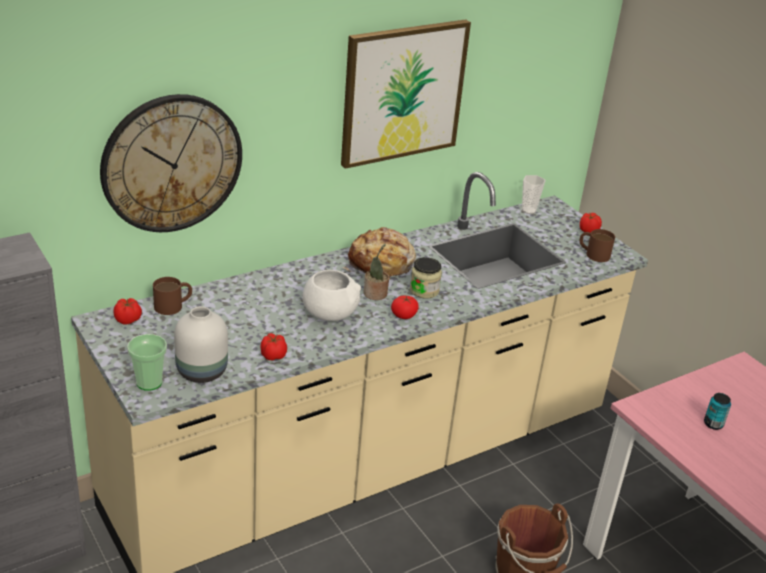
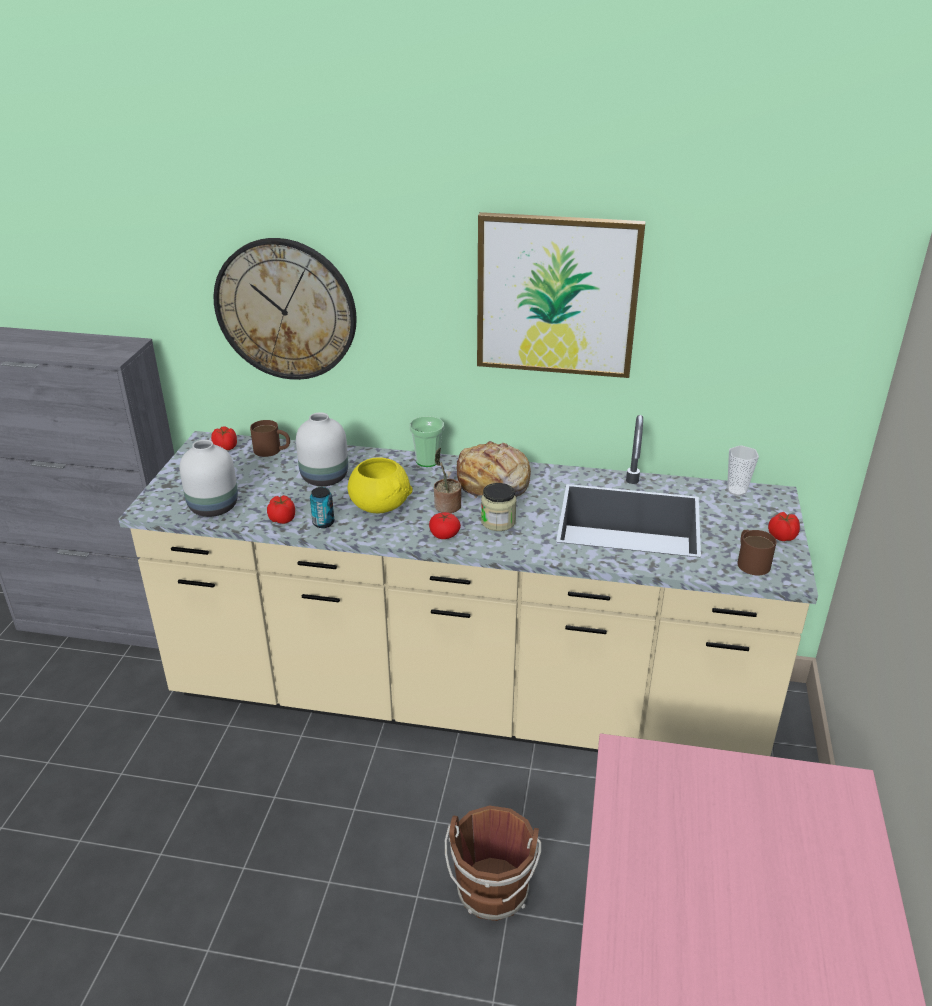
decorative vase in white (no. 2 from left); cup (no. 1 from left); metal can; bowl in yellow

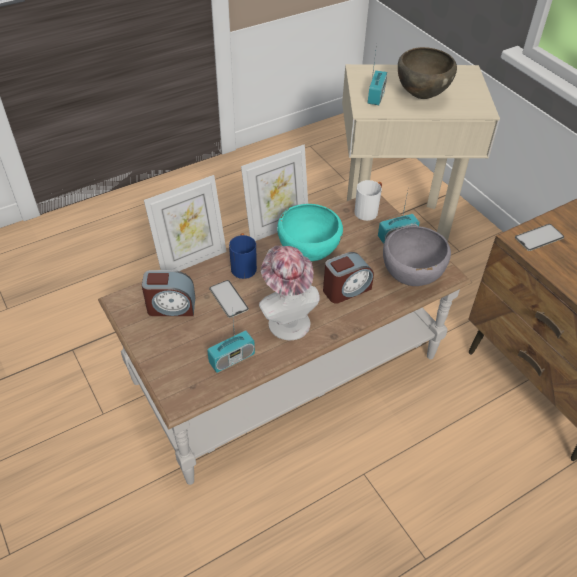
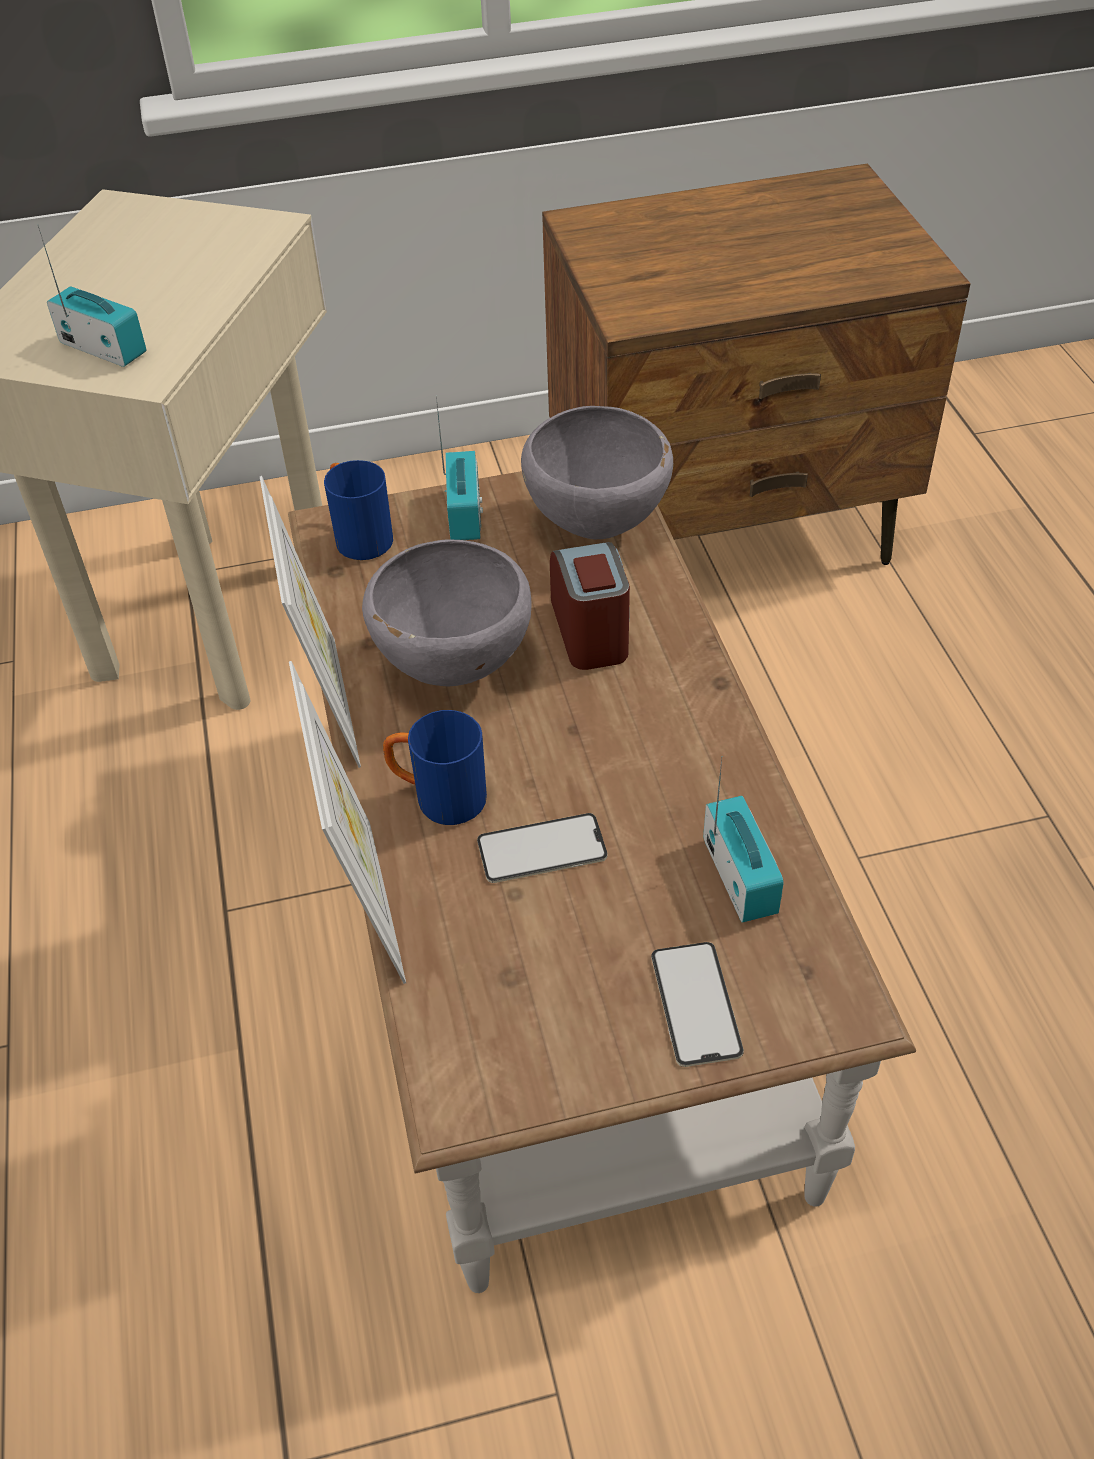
bedside clock (no. 1 from left in the first image); hat; bowl in brown; telephone (no. 2 from left); bowl in gray (no. 1 from left); coffee mug in blue-coloured (no. 1 from left)

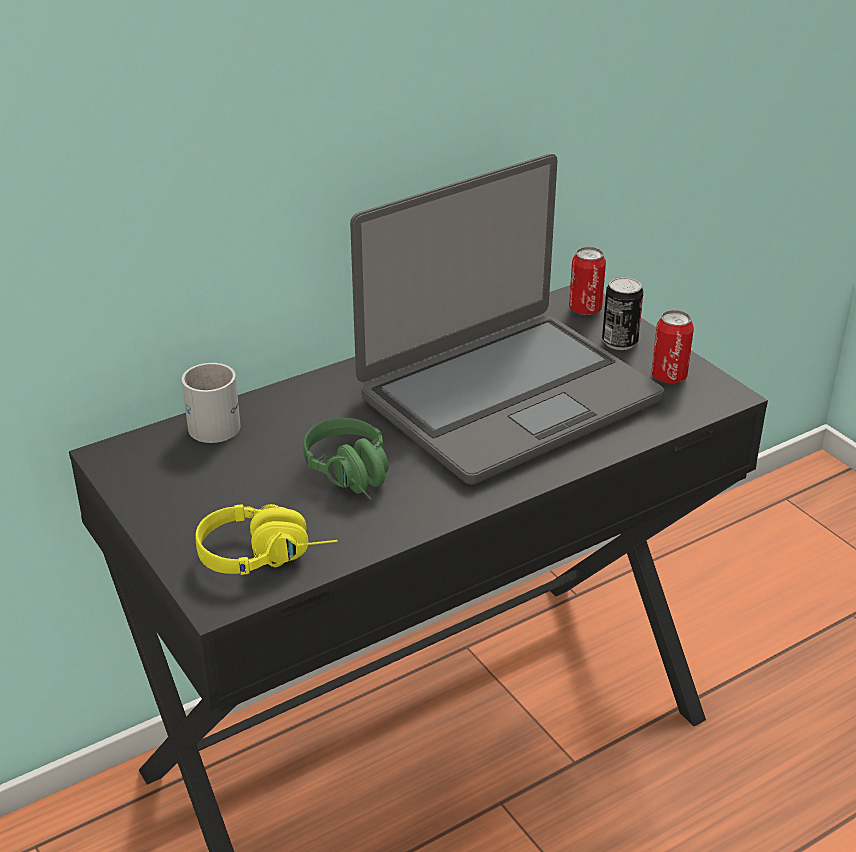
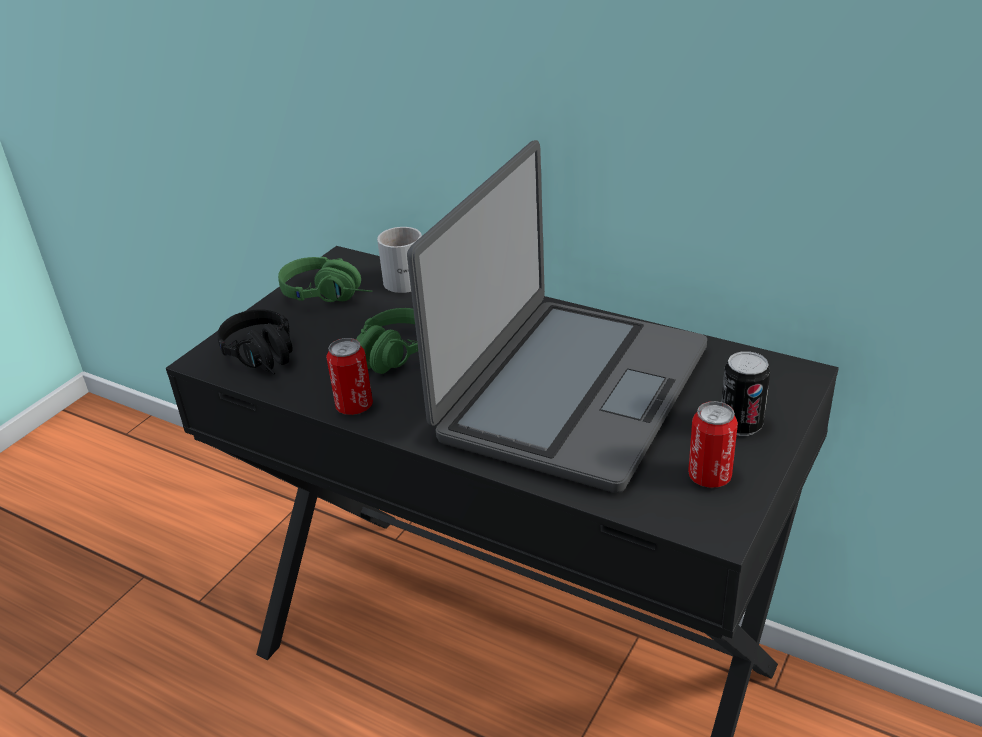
pair of headphones in greenish (no. 1 from left); metal can (no. 1 from left); pair of headphones in black-coloured; portable computer

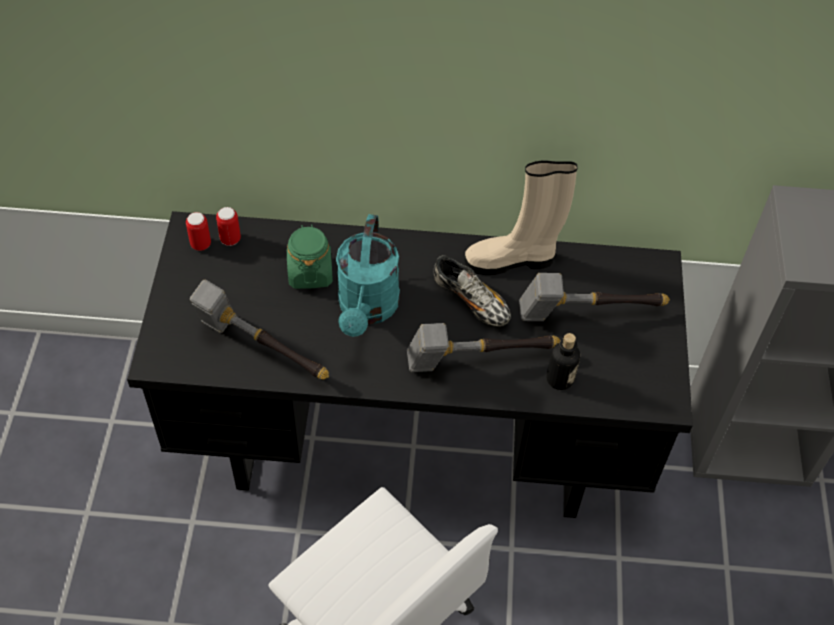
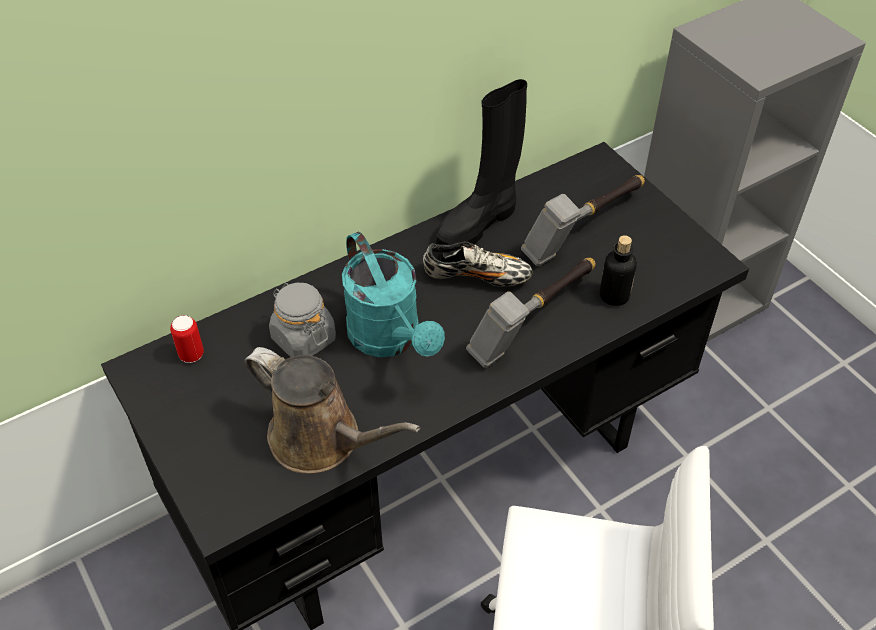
metal can (no. 1 from left in the first image); watering pot in brown; preserve jar in gray; boot in black-coloured

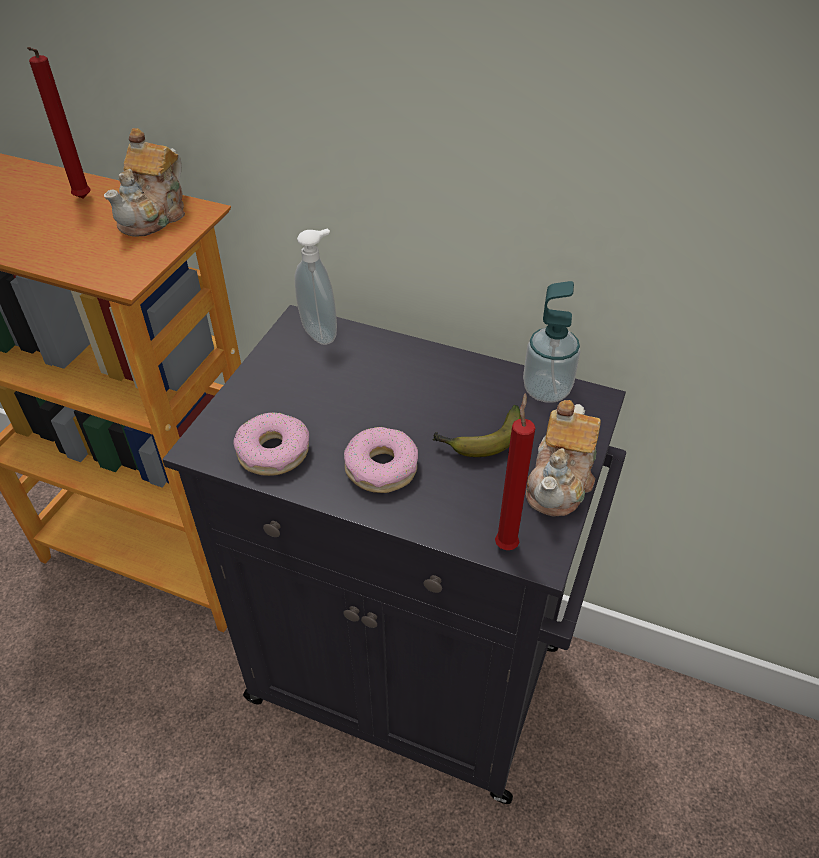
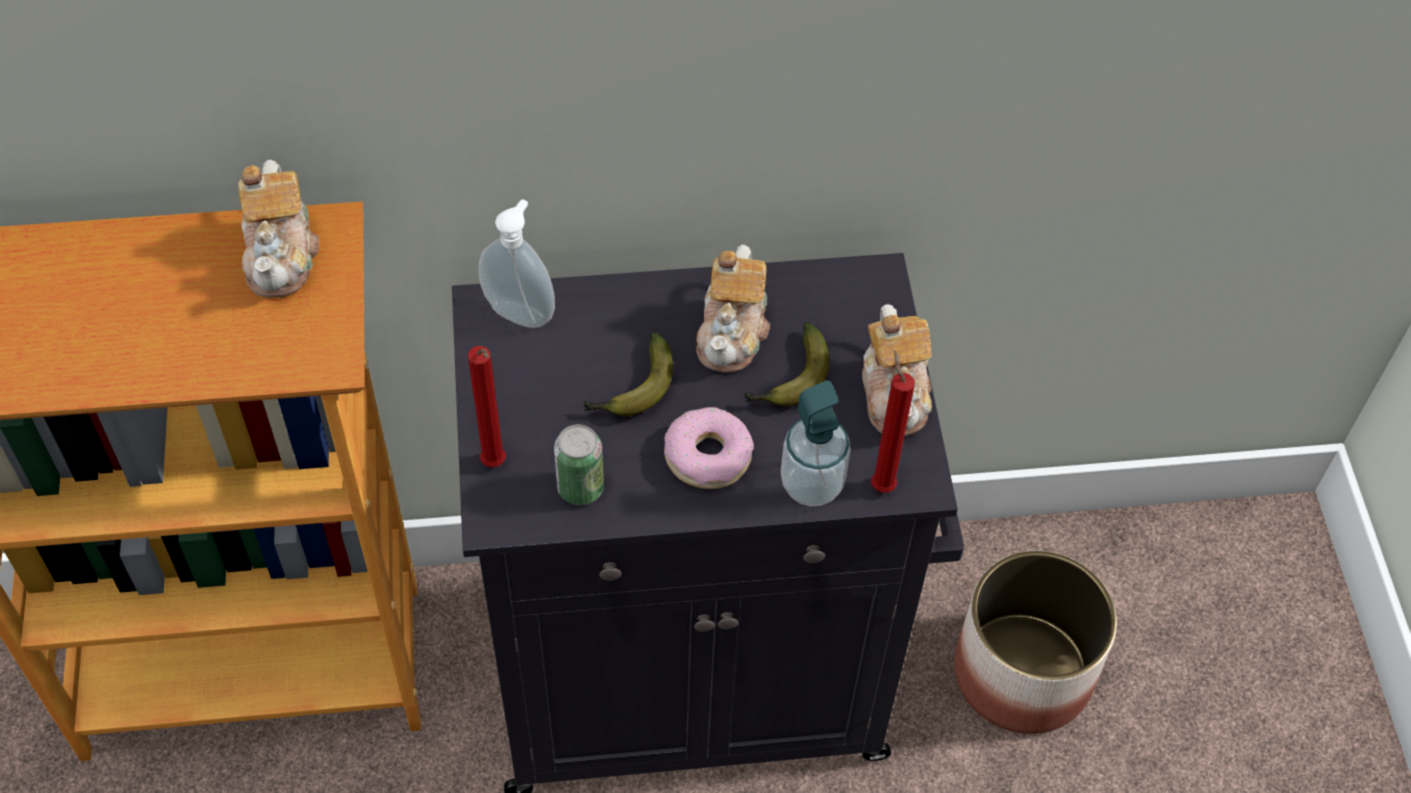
banana (no. 1 from left); pot for tea (no. 2 from left); flower pot; candle in reddish (no. 1 from left); liquid soap bottle (no. 2 from left); metal can

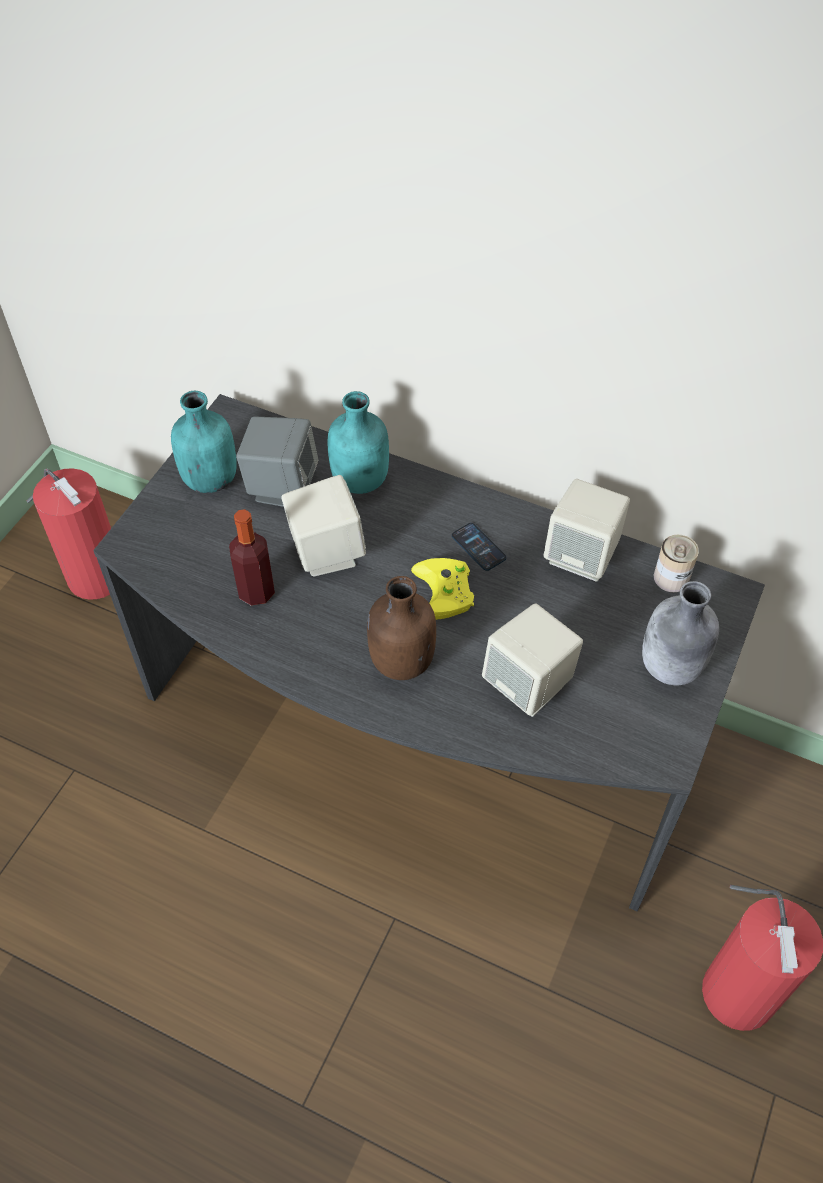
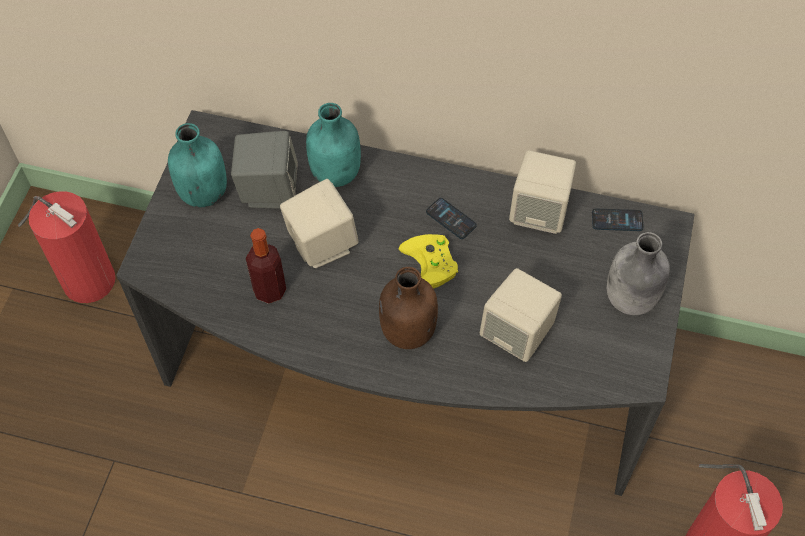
telephone (no. 2 from left)

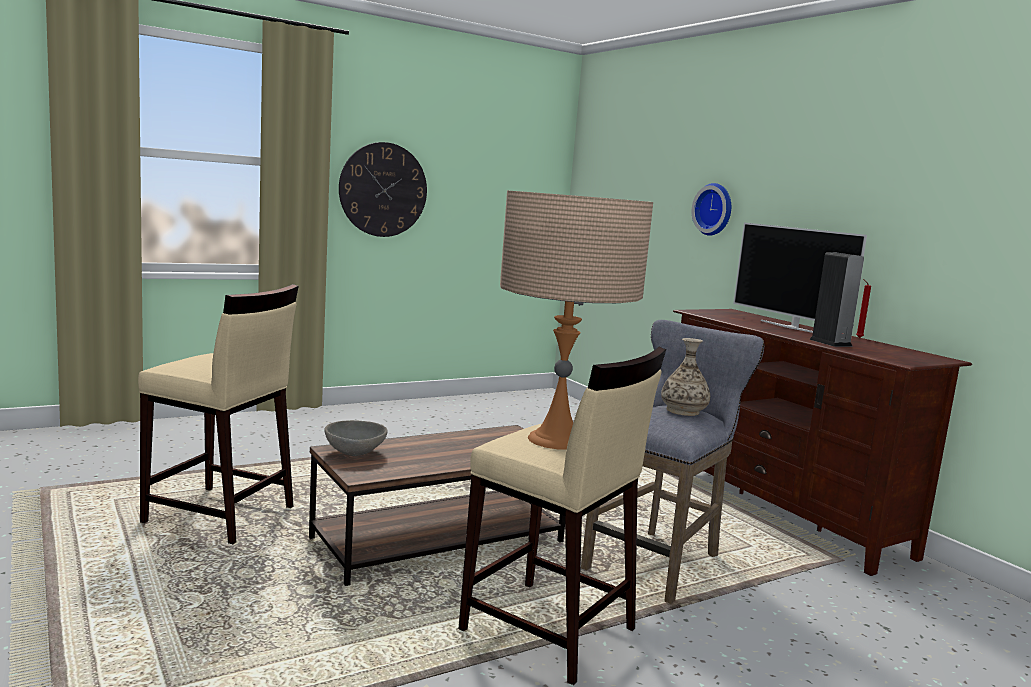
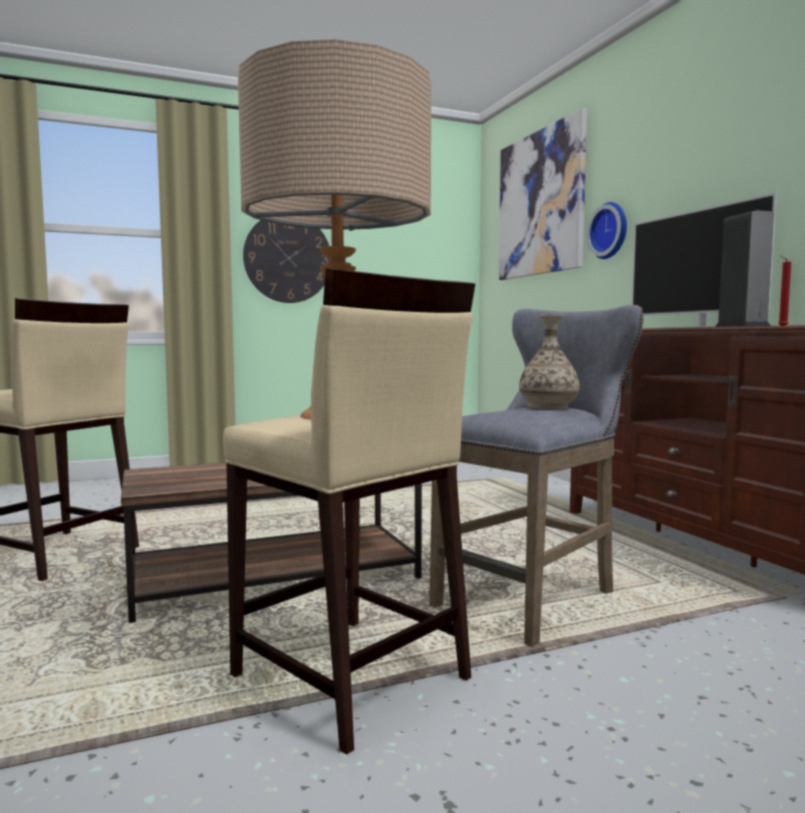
bowl in gray; wall picture

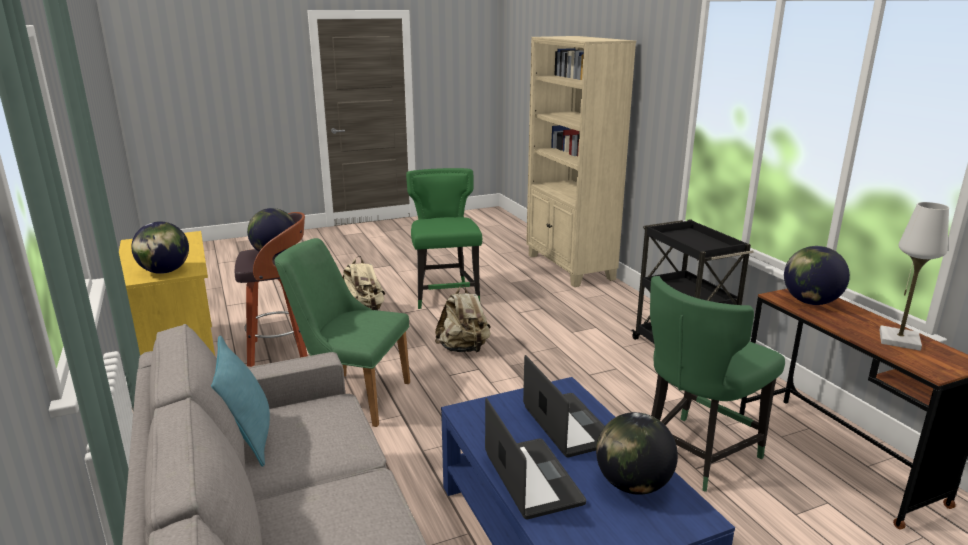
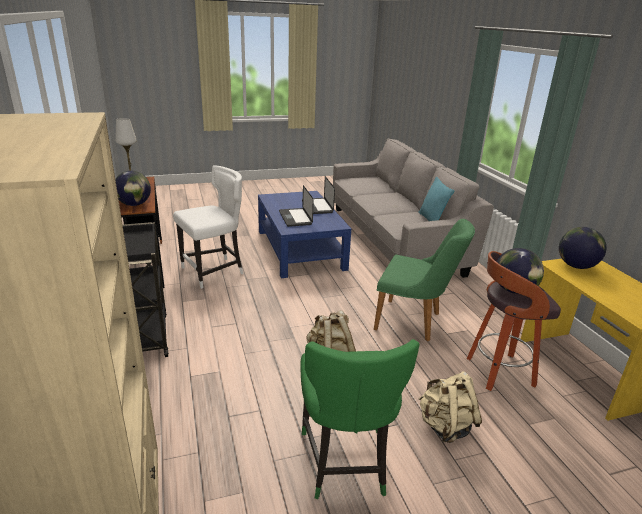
desk globe (no. 3 from left in the first image); plain chair in white

